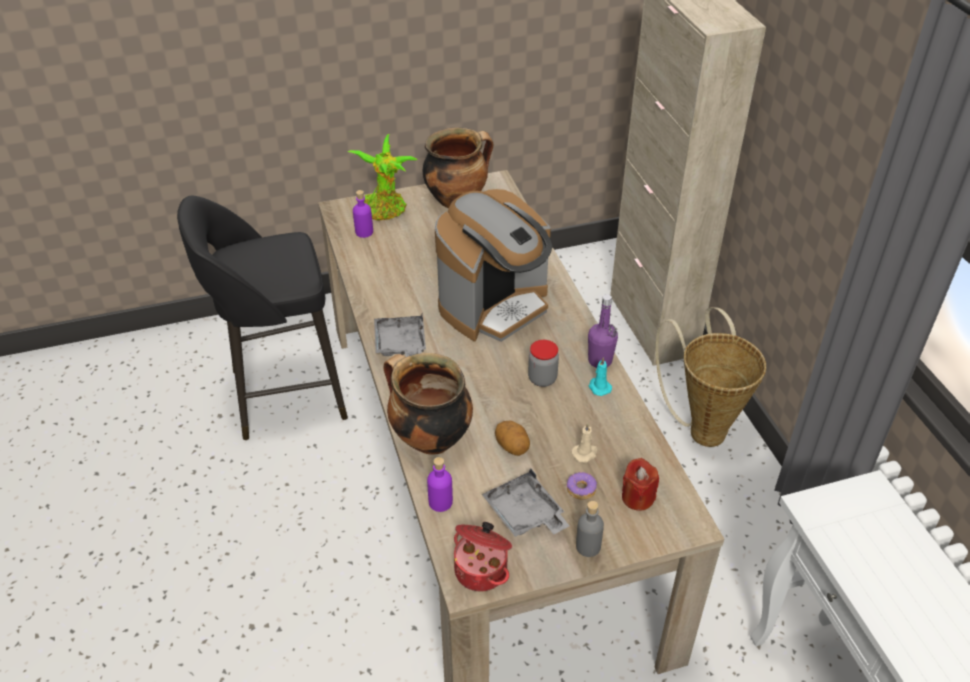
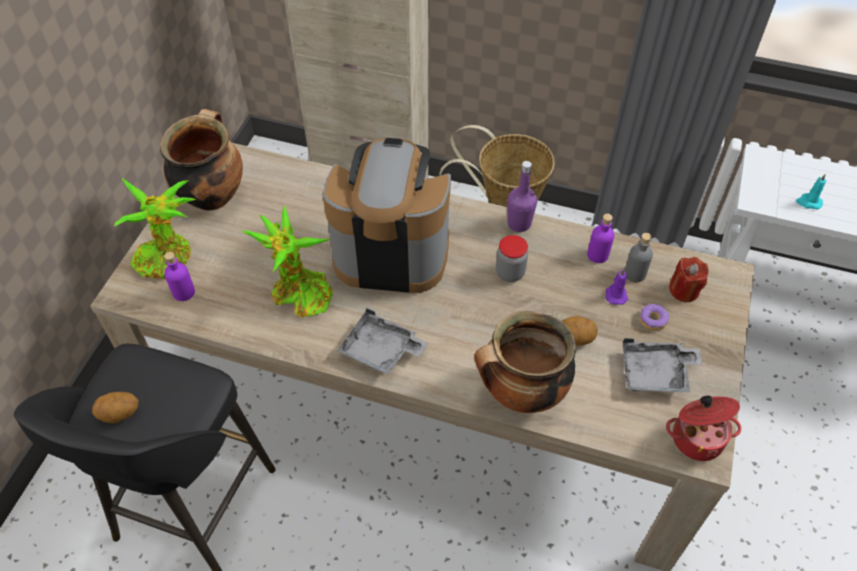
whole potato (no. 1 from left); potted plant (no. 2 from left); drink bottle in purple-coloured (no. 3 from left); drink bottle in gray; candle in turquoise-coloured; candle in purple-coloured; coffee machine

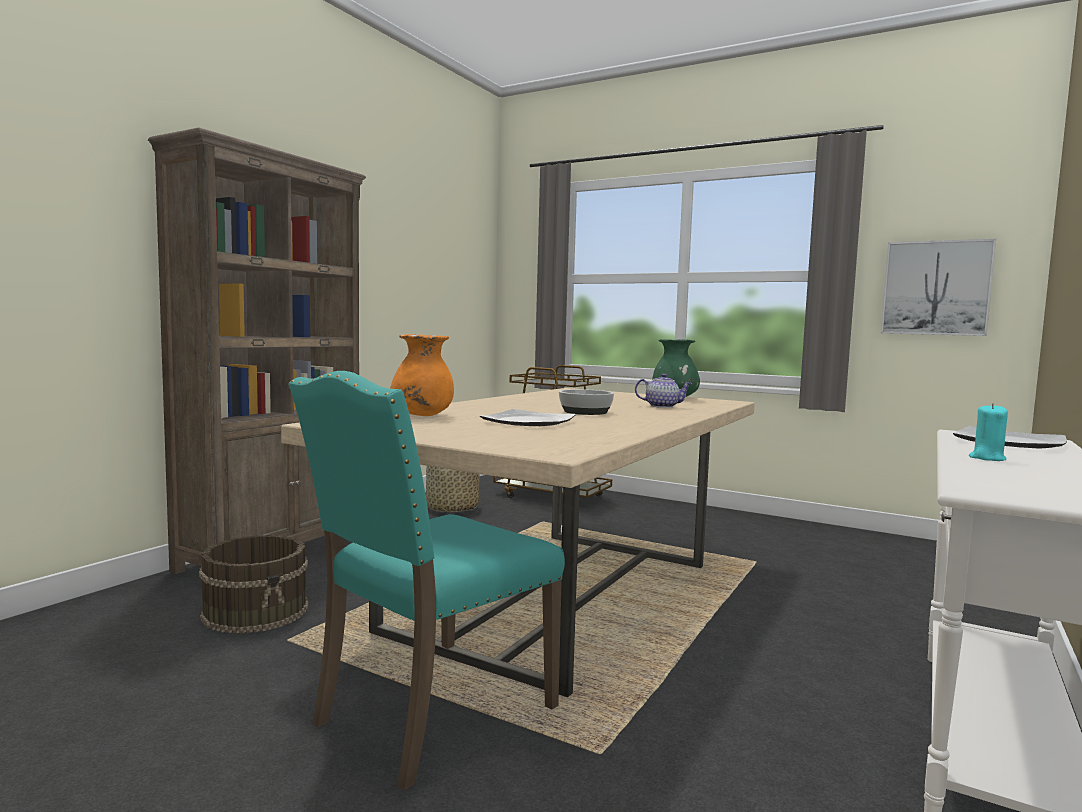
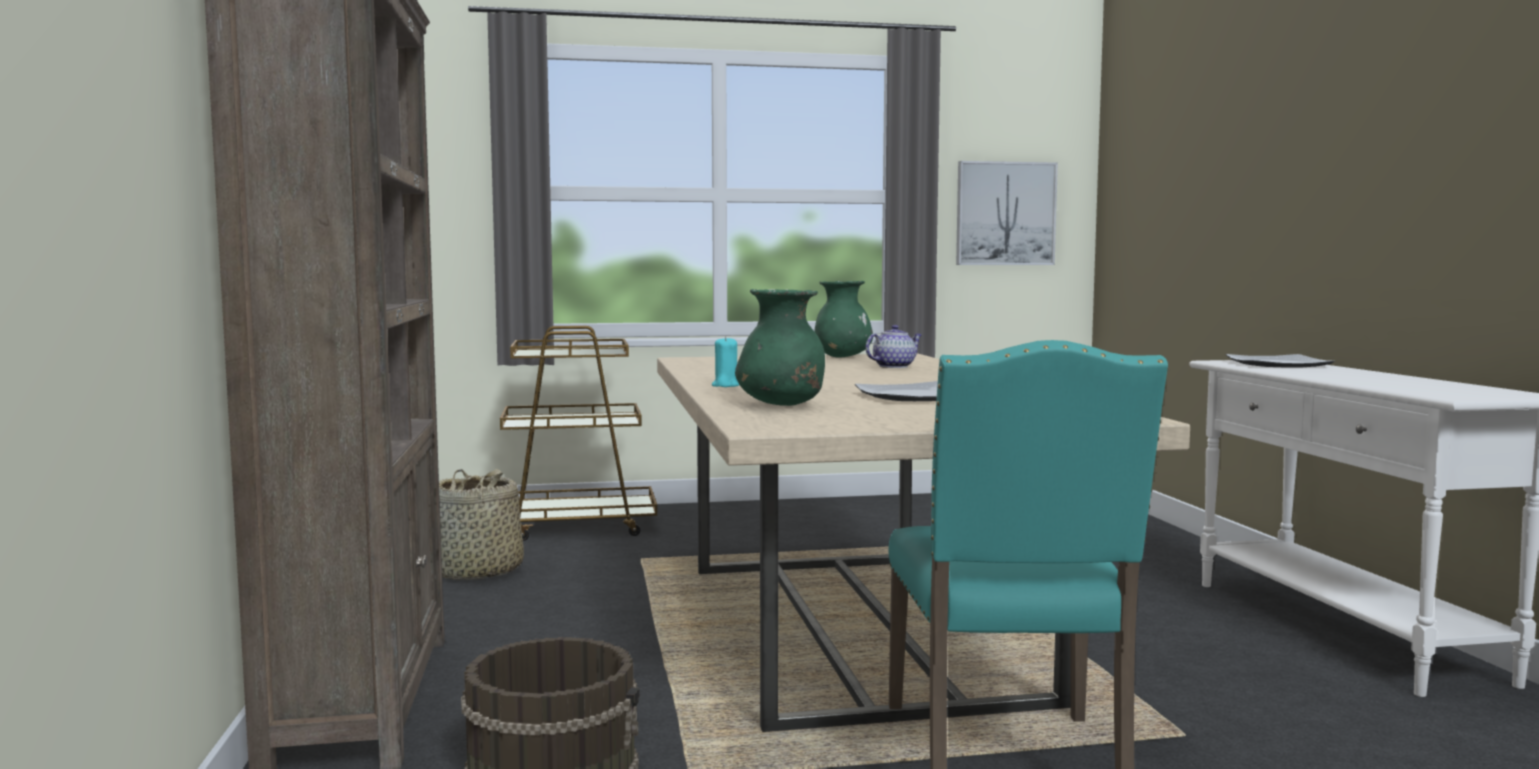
bowl; candle in turquoise-coloured; decorative vase in greenish (no. 1 from left)

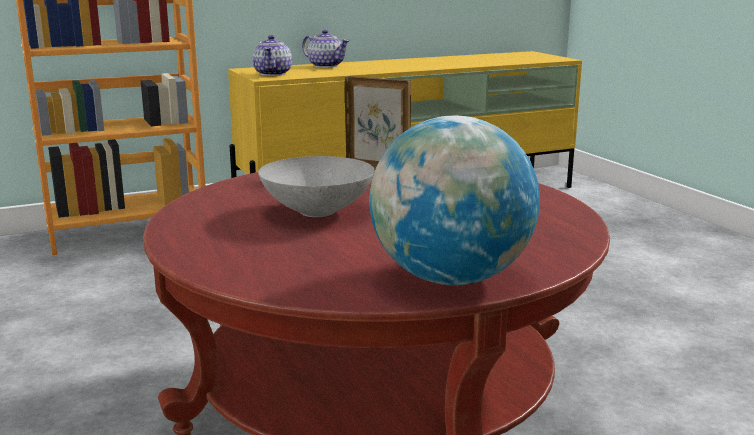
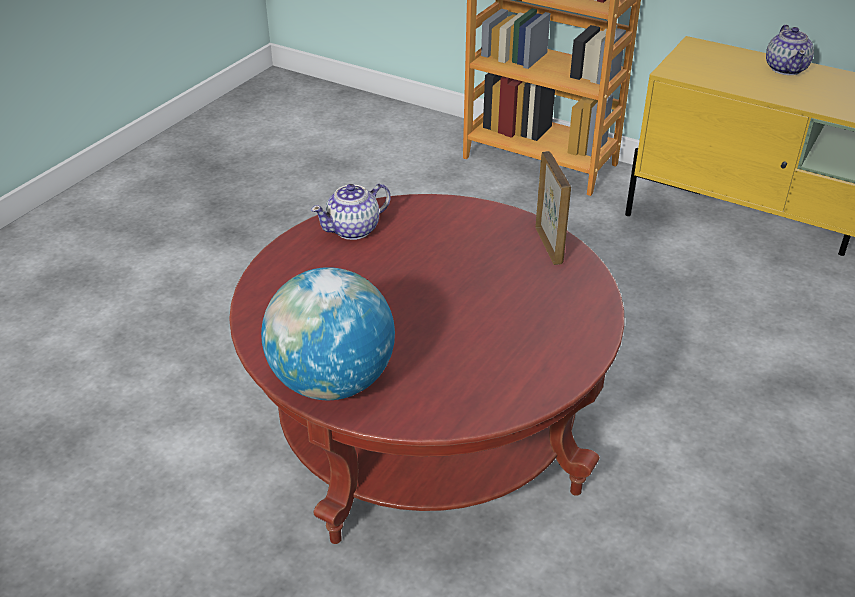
bowl in gray; pot for tea (no. 1 from left)

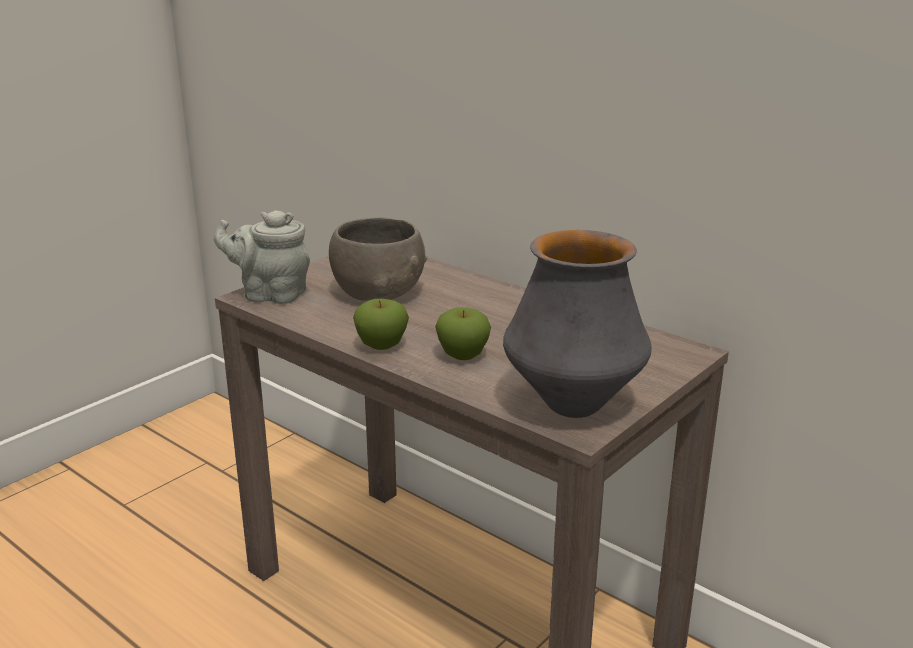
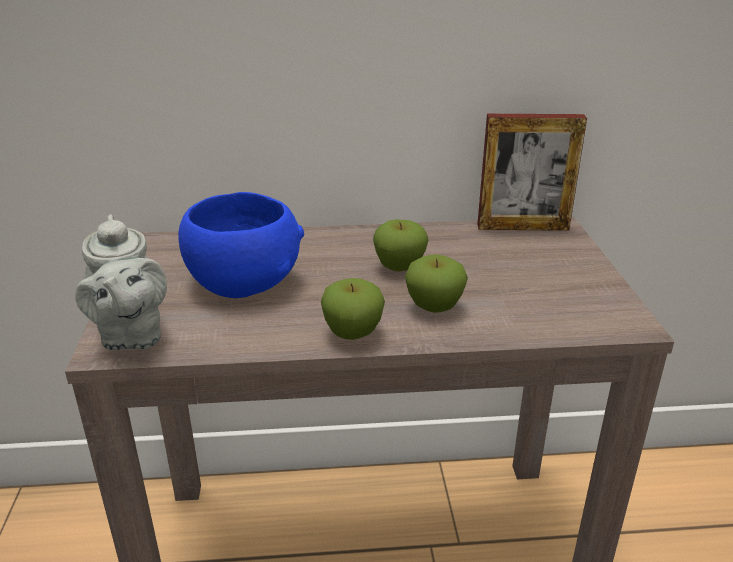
decorative vase; whole apple (no. 2 from left); standing frame; bowl in blue-coloured; pot for tea in gray

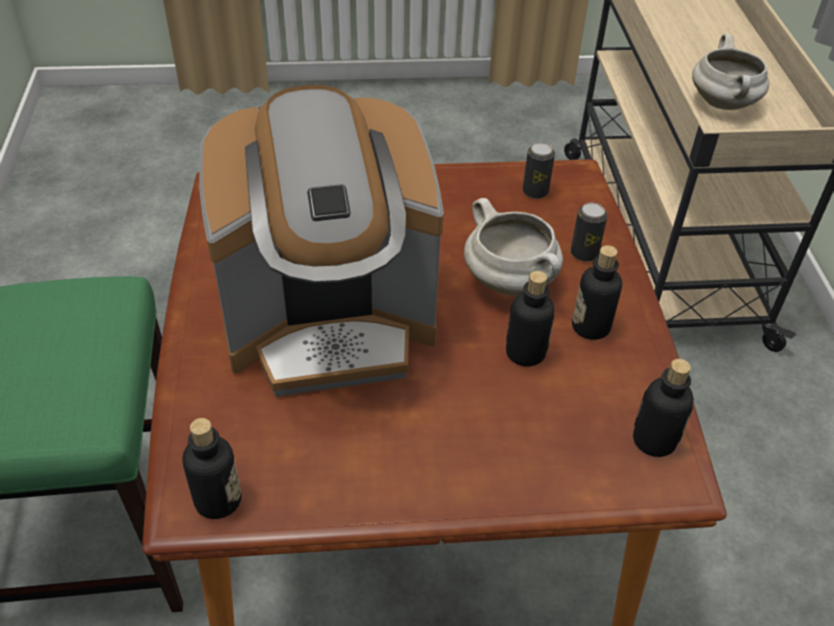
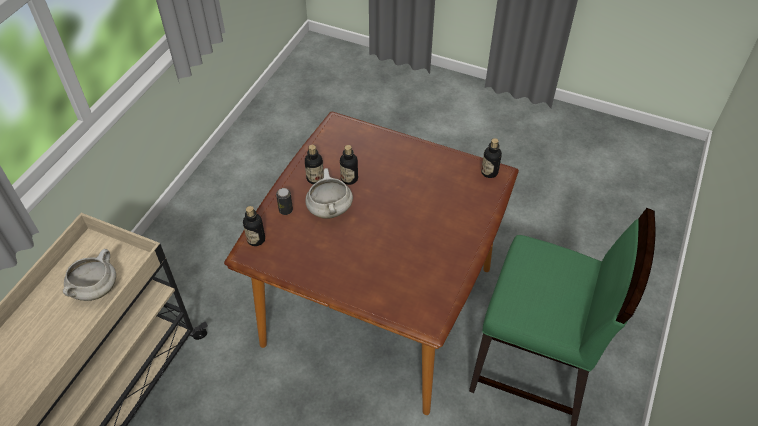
coffee machine; metal can (no. 1 from left in the first image); drink bottle (no. 1 from left)

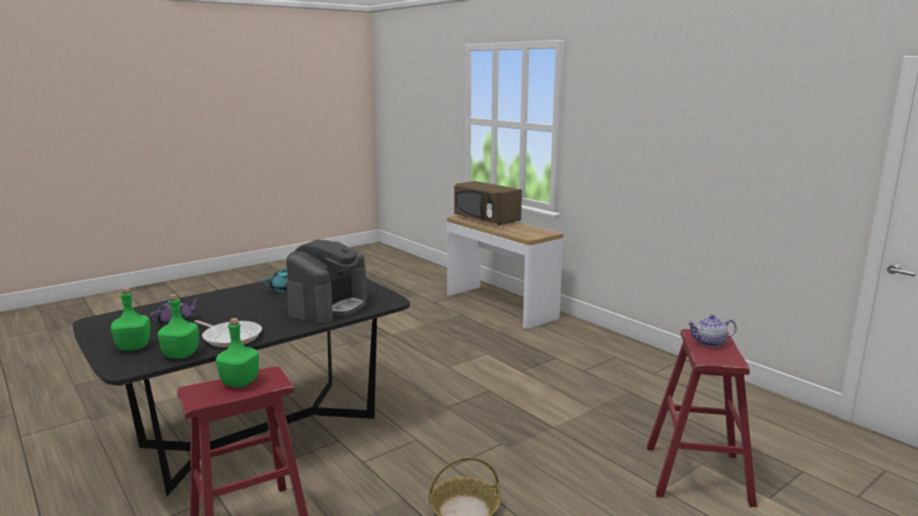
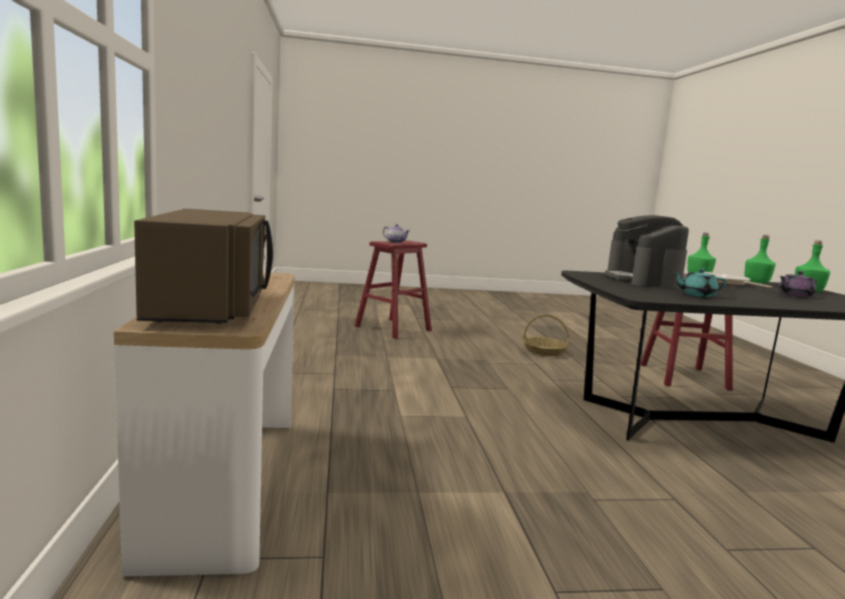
coffee machine

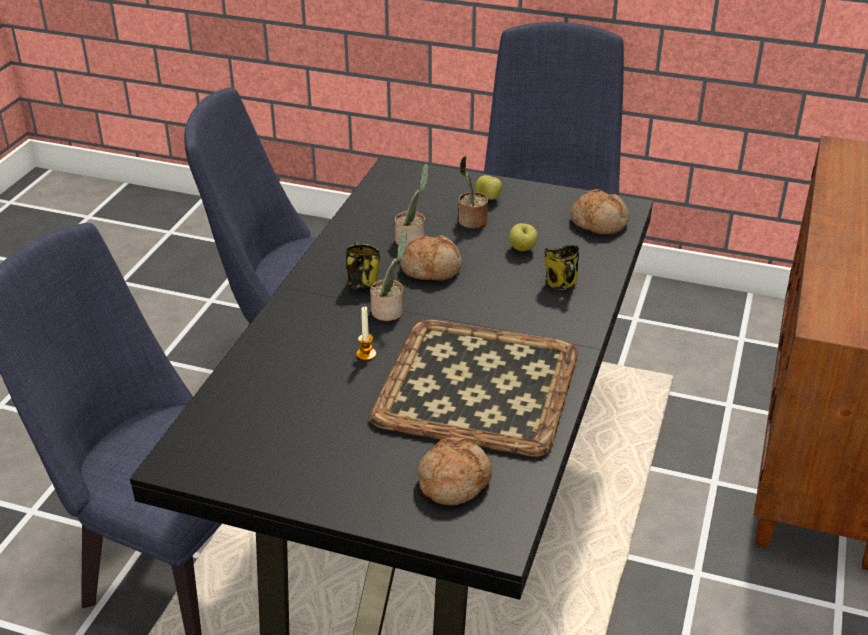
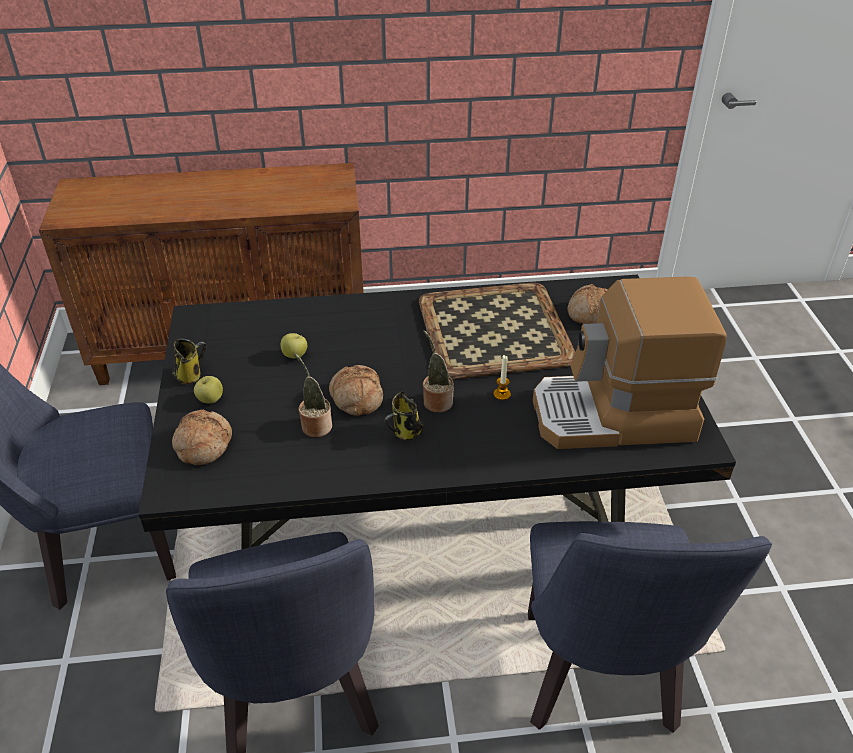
potted plant (no. 3 from left in the first image); coffee machine; coffee mug (no. 1 from left); bread (no. 1 from left)

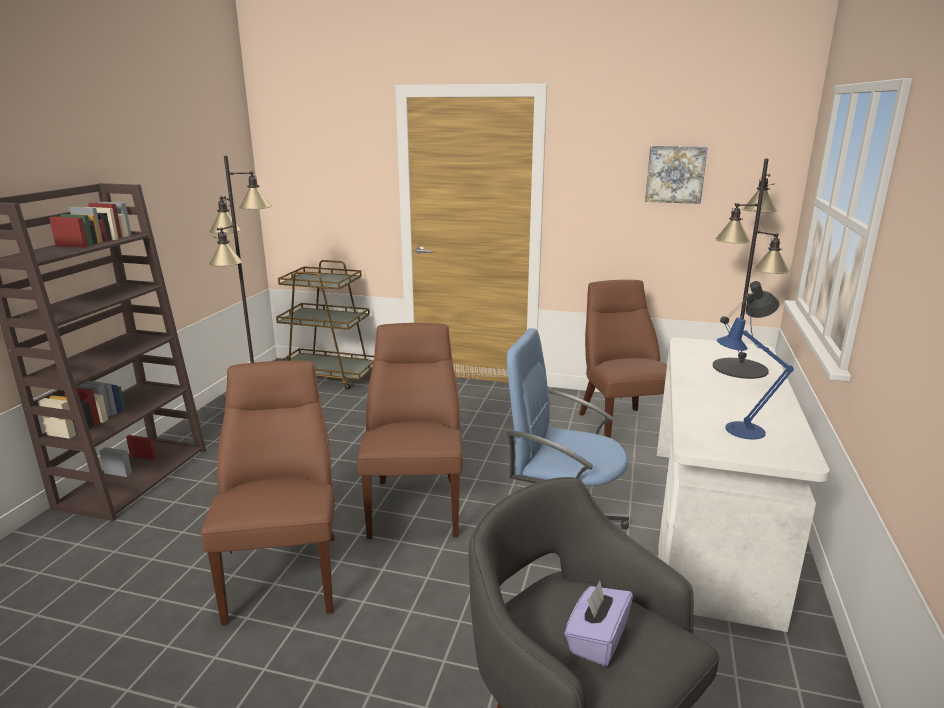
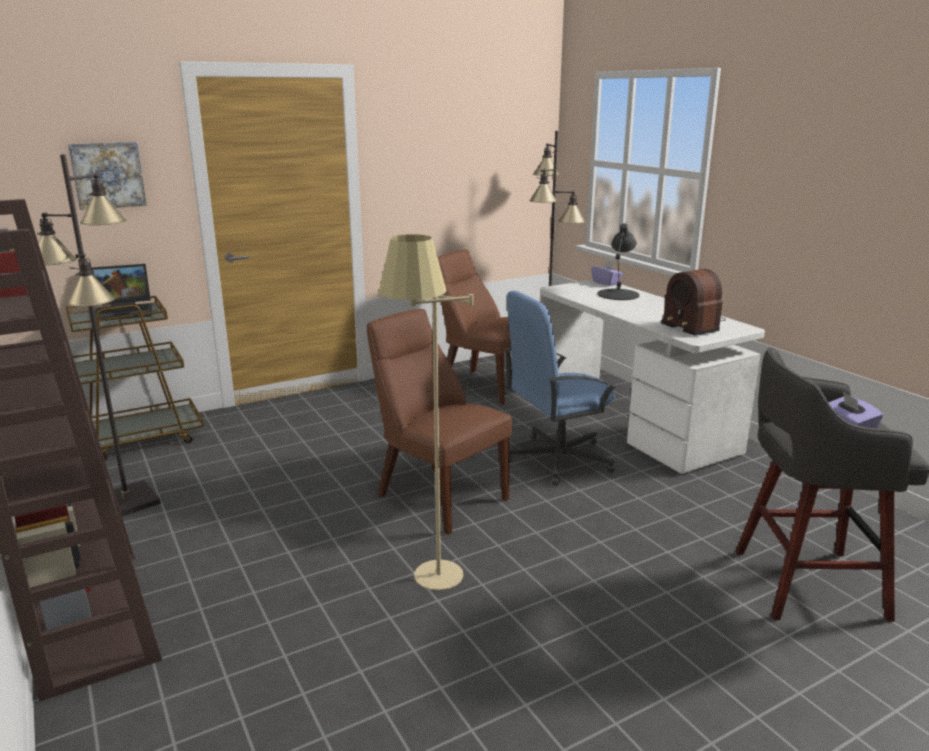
portable computer; tissue holder in purple-coloured (no. 1 from left); wall picture; standard lamp in sand-coloured; radio set

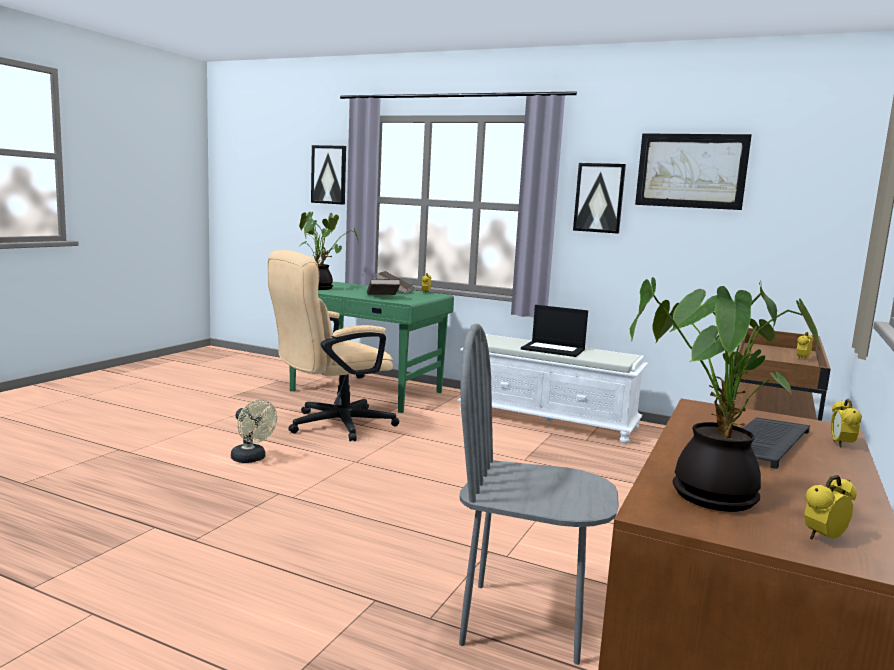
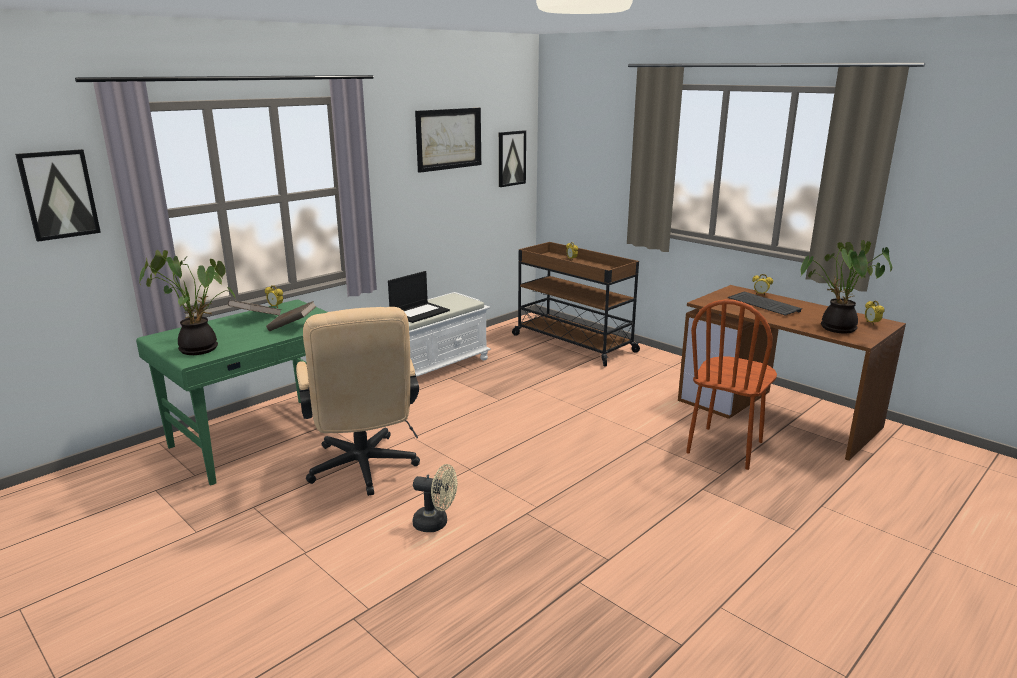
wall picture (no. 3 from left); plain chair in brown; electric fan in sand-coloured

